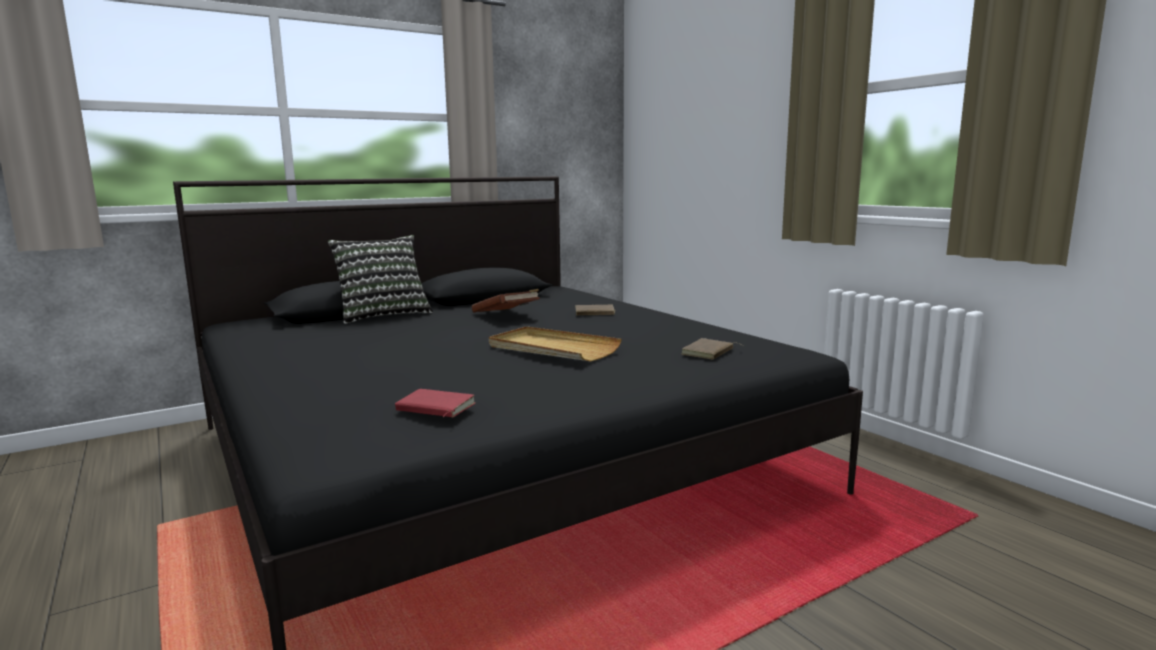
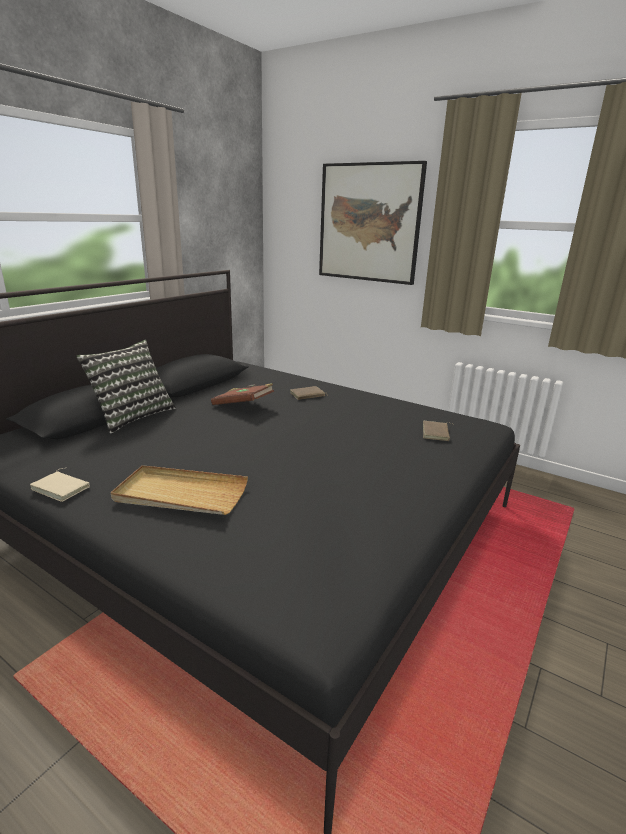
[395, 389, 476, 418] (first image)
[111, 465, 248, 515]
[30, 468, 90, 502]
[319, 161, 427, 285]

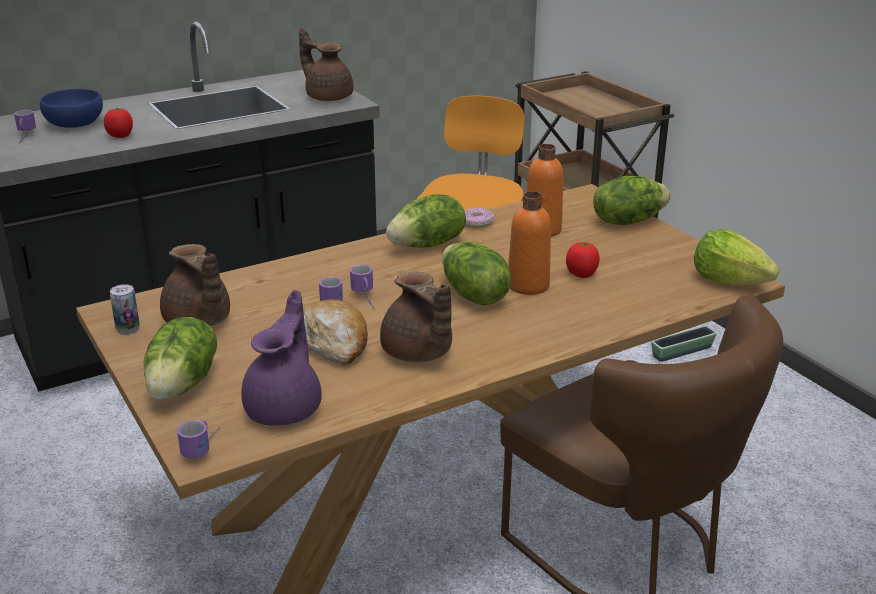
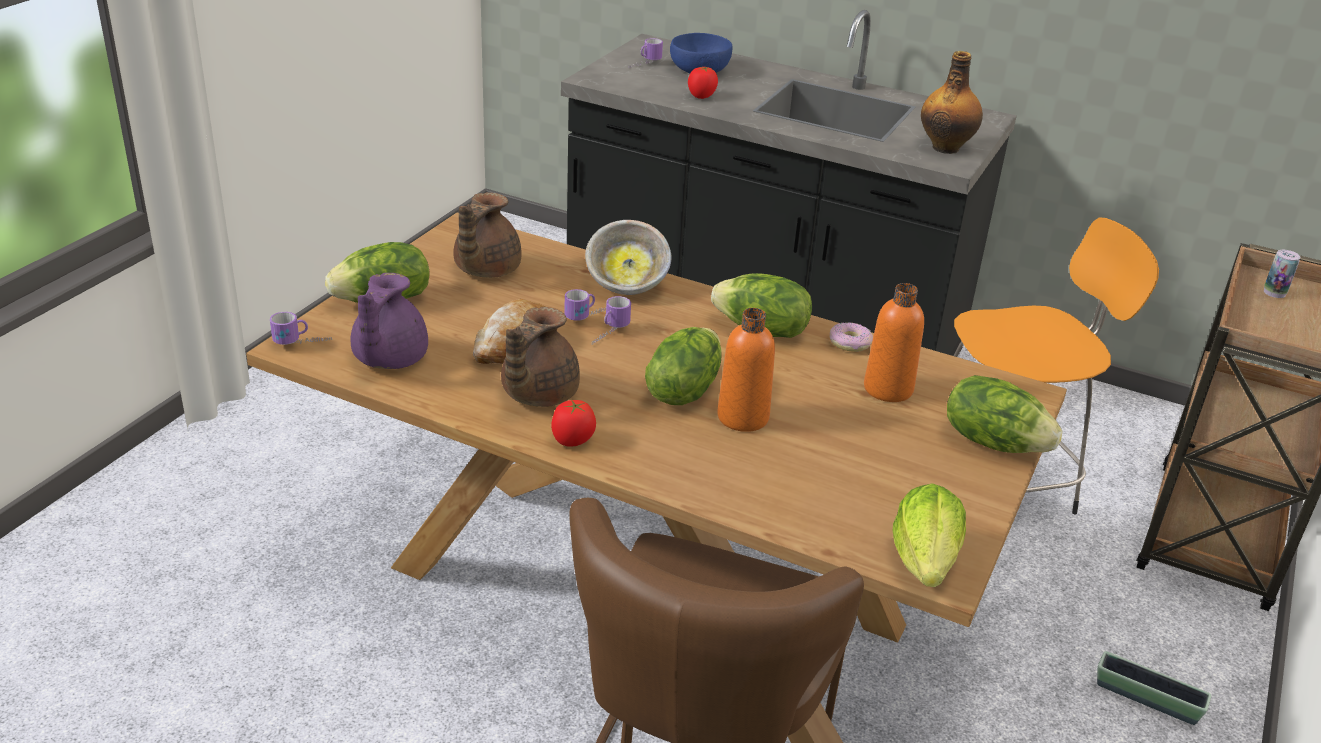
[1264, 250, 1300, 298]
[351, 273, 428, 369]
[921, 51, 983, 154]
[551, 400, 596, 447]
[585, 220, 672, 295]

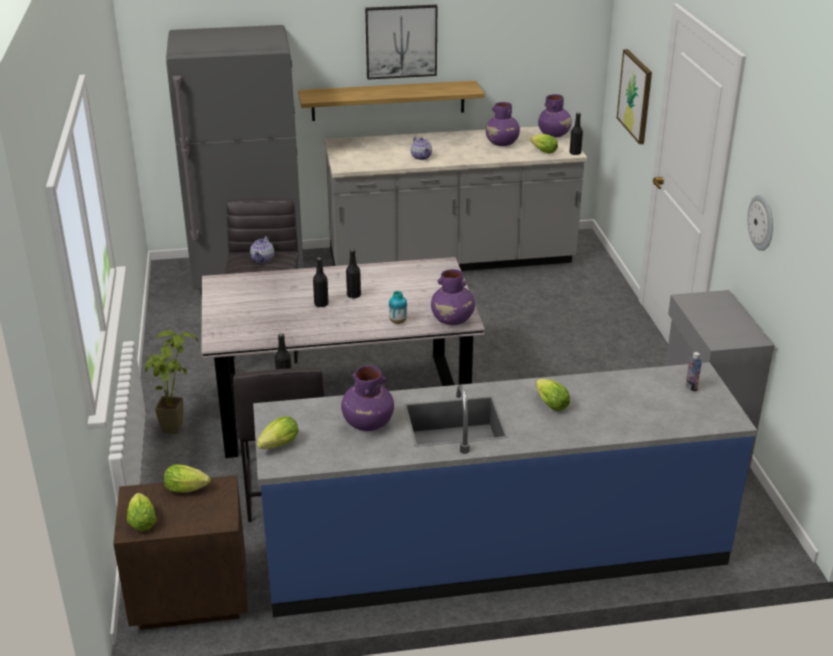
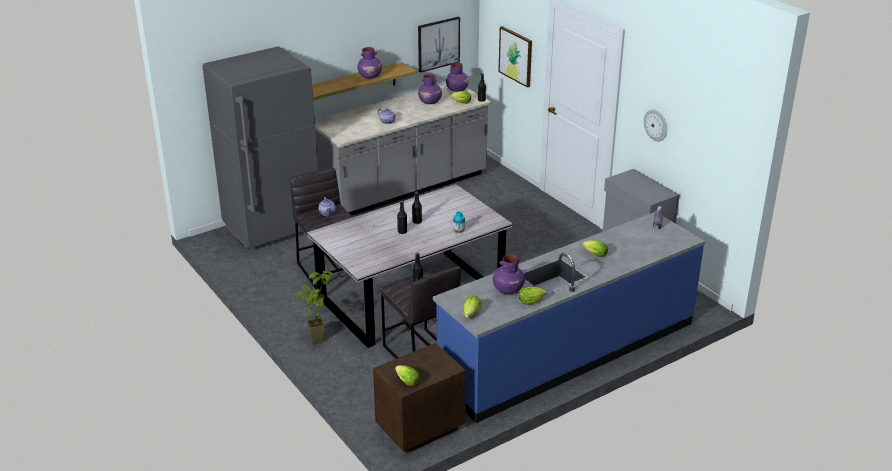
[519, 287, 546, 305]
[418, 17, 460, 73]
[357, 47, 382, 79]

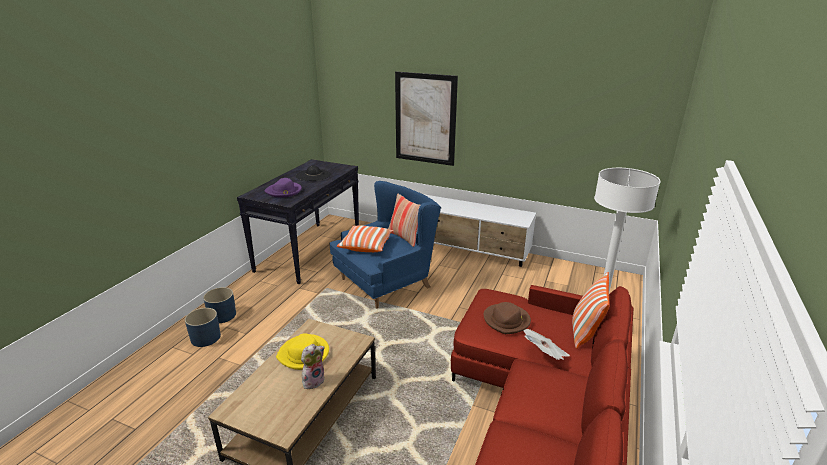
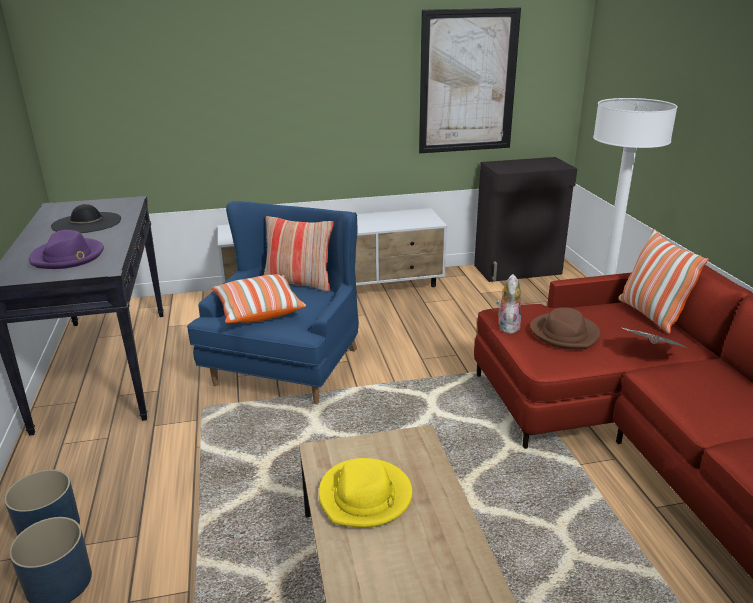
[496, 274, 521, 334]
[419, 8, 521, 153]
[474, 157, 577, 282]

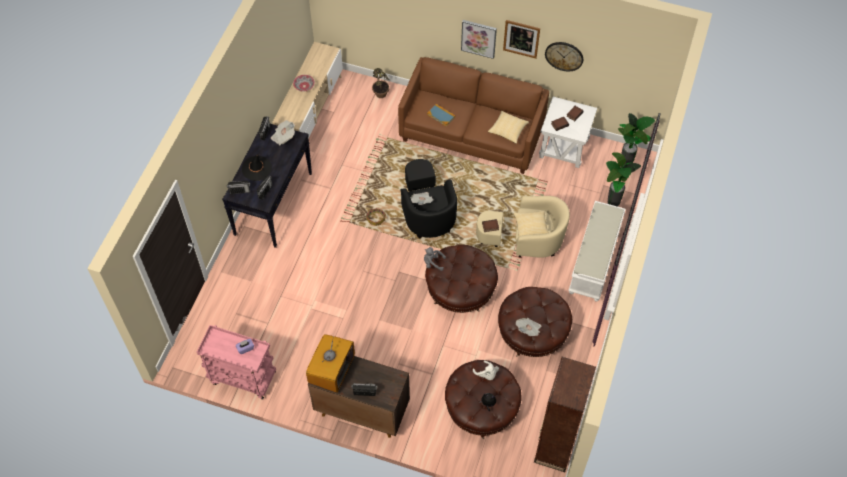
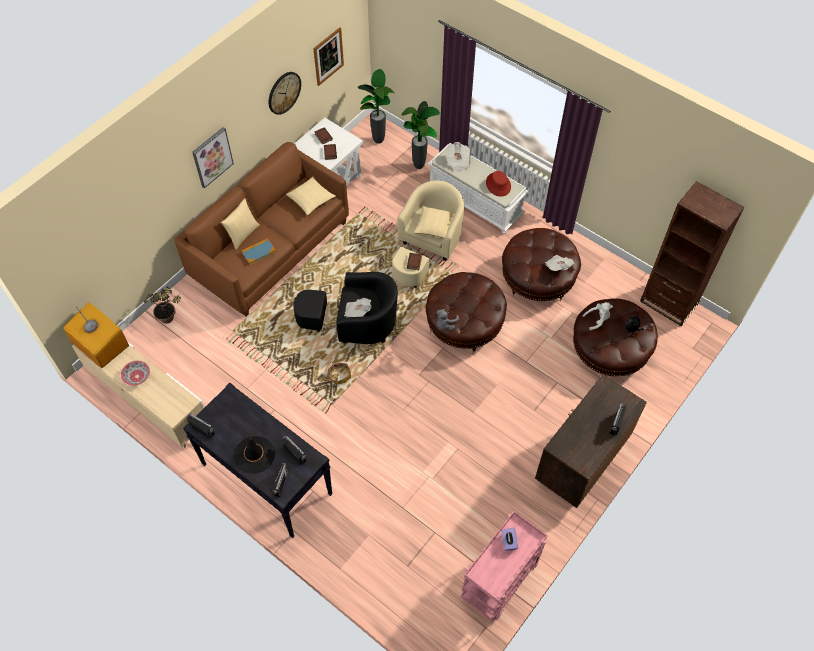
[446, 142, 471, 173]
[63, 302, 129, 368]
[313, 27, 344, 86]
[221, 198, 260, 250]
[486, 171, 511, 197]

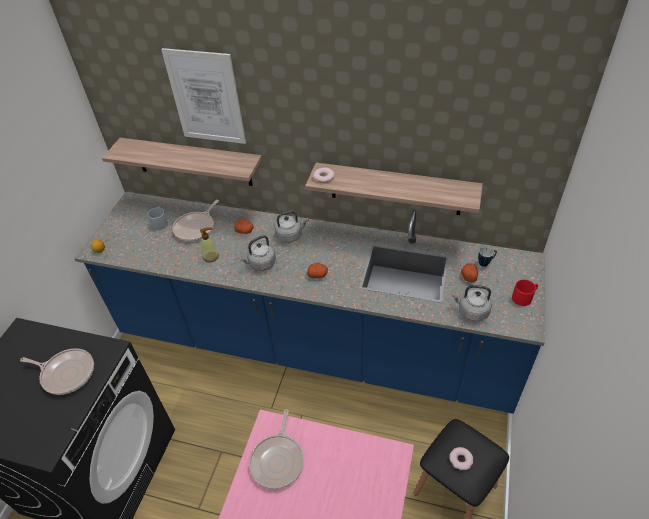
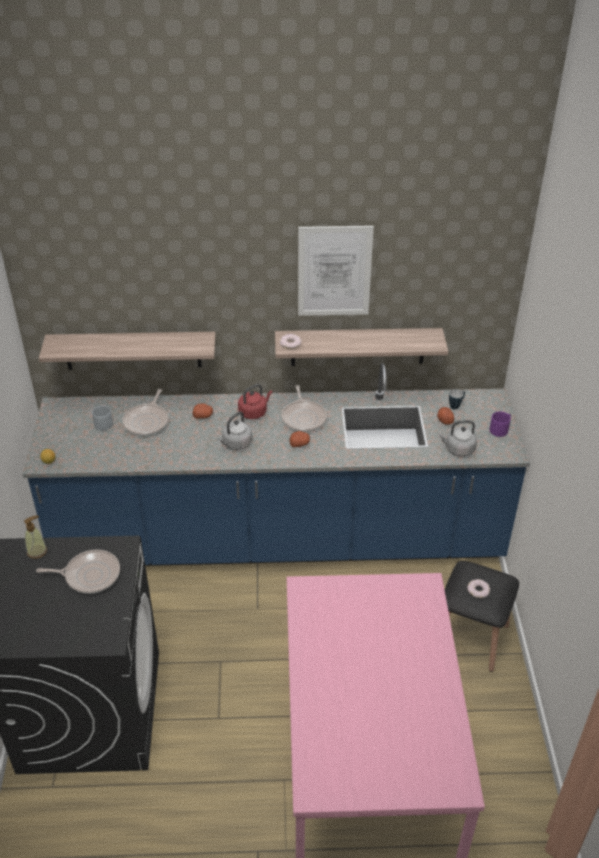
[298, 226, 374, 316]
[24, 516, 47, 559]
[282, 385, 327, 432]
[238, 384, 273, 419]
[490, 411, 511, 437]

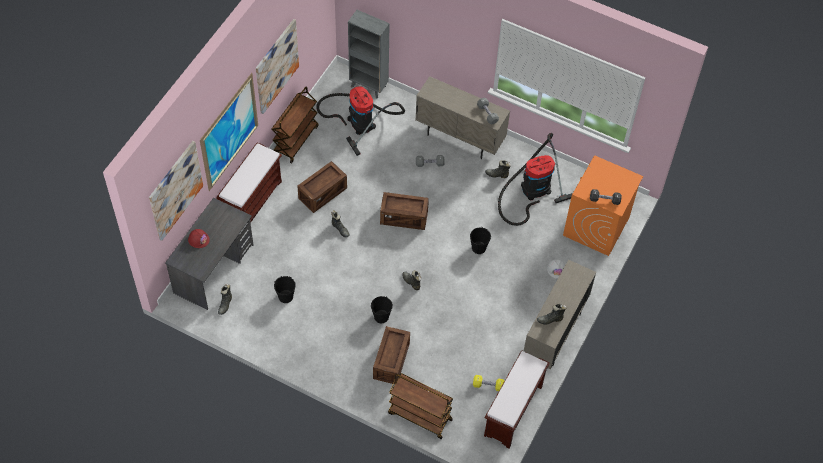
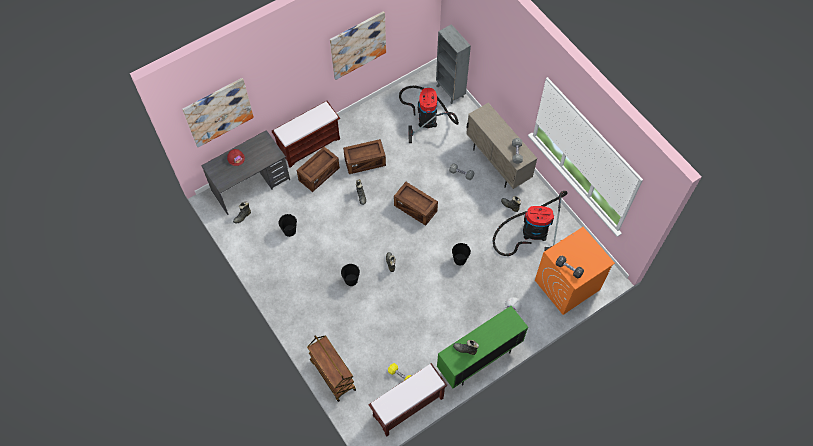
[200, 73, 258, 191] (first image)
[272, 87, 319, 163] (first image)
[296, 146, 340, 192]
[437, 306, 528, 388]

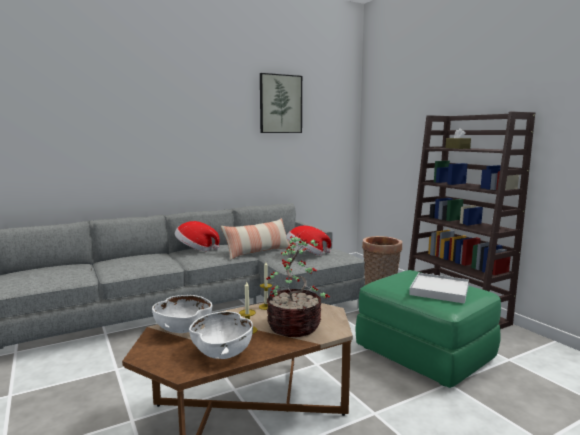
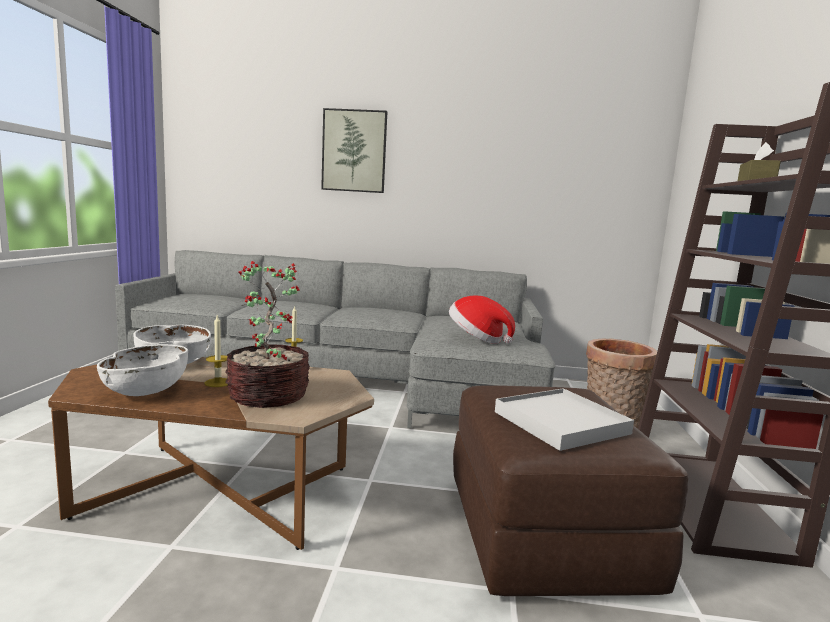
[175, 221, 220, 251] (first image)
[221, 218, 290, 260] (first image)
[321, 108, 387, 193]
[453, 385, 688, 596]

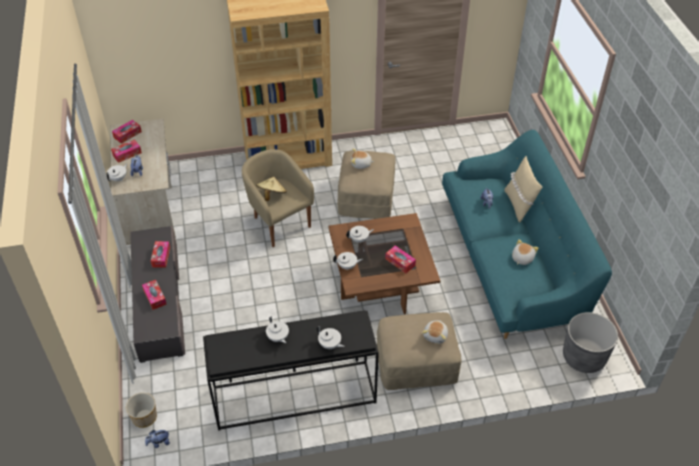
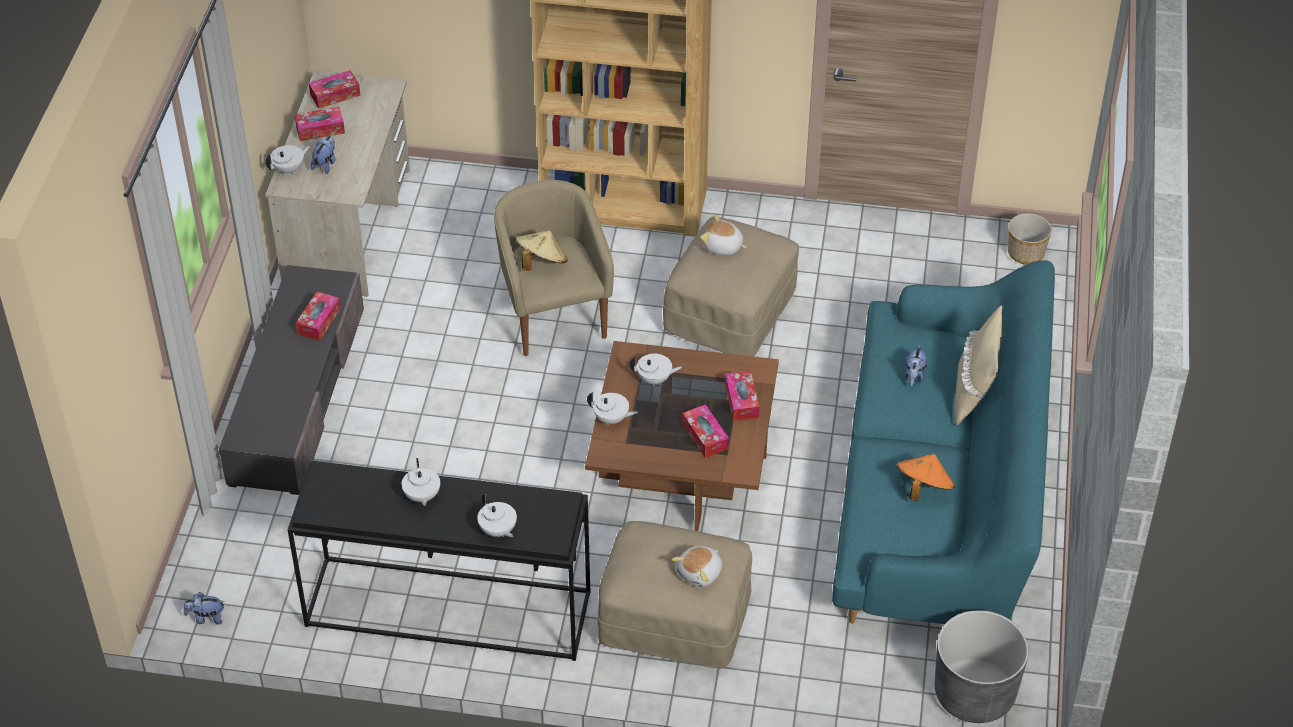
[1008, 213, 1052, 265]
[725, 371, 759, 421]
[897, 454, 955, 501]

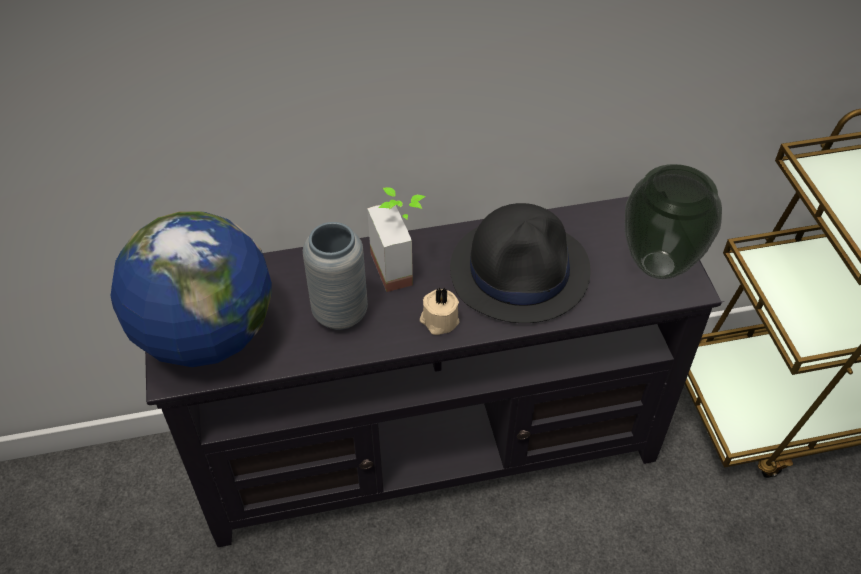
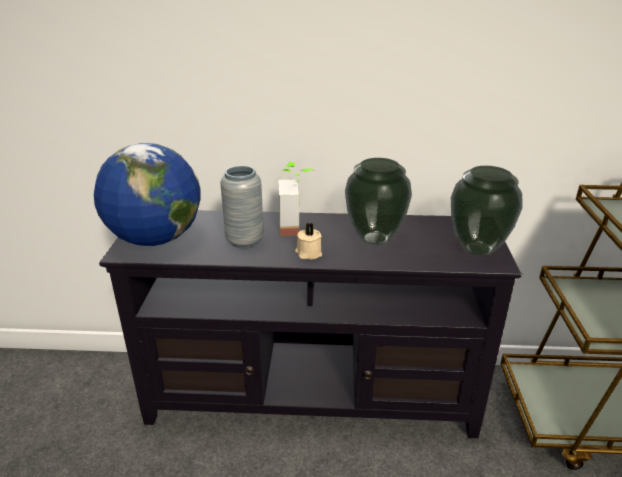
[345, 158, 412, 245]

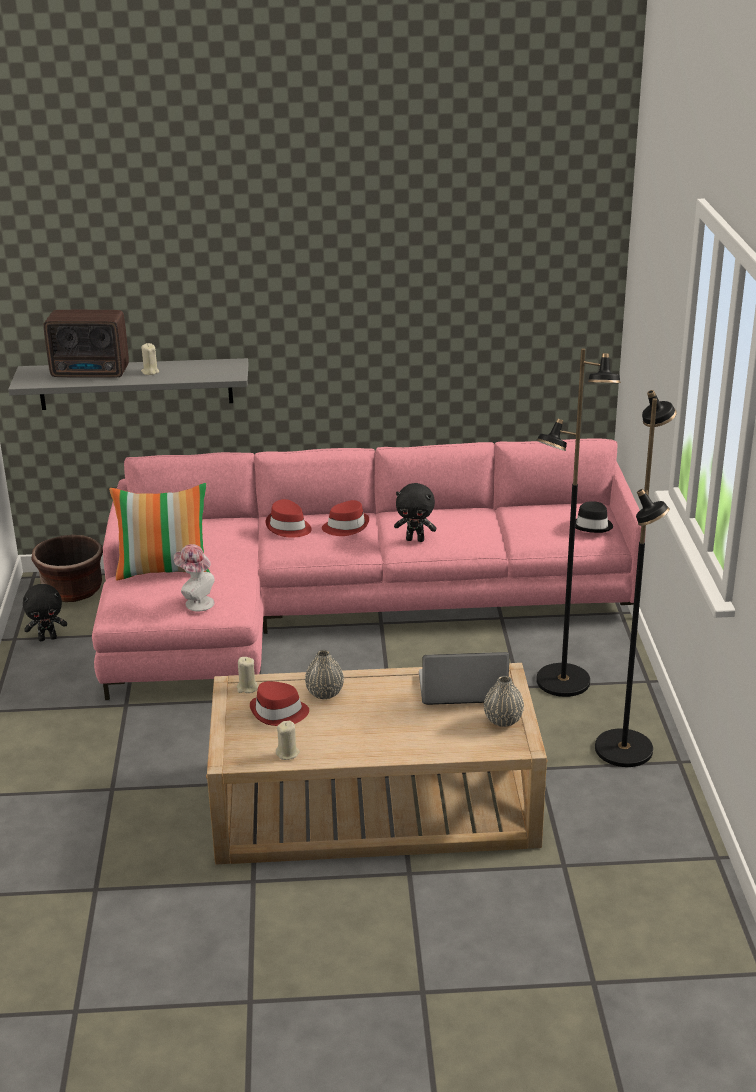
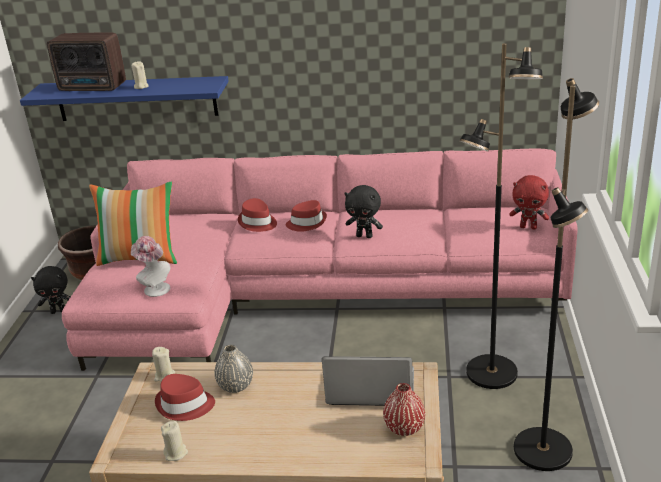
[20, 76, 229, 121]
[383, 383, 425, 436]
[509, 175, 549, 229]

